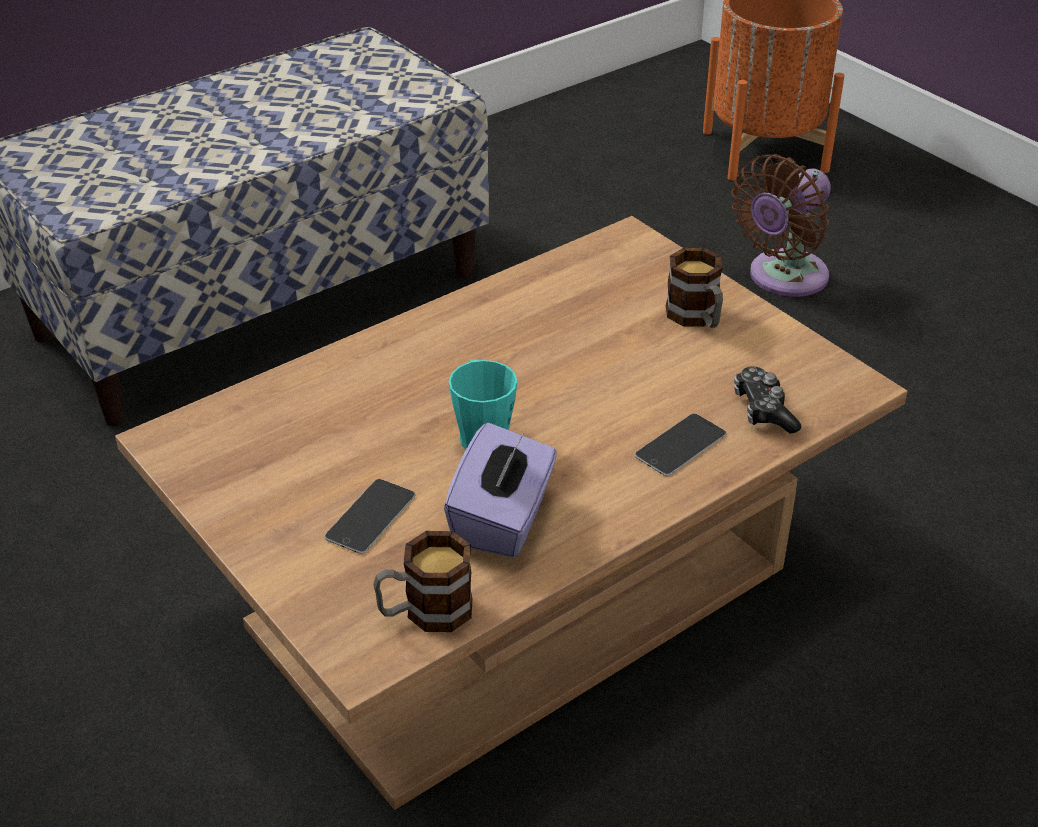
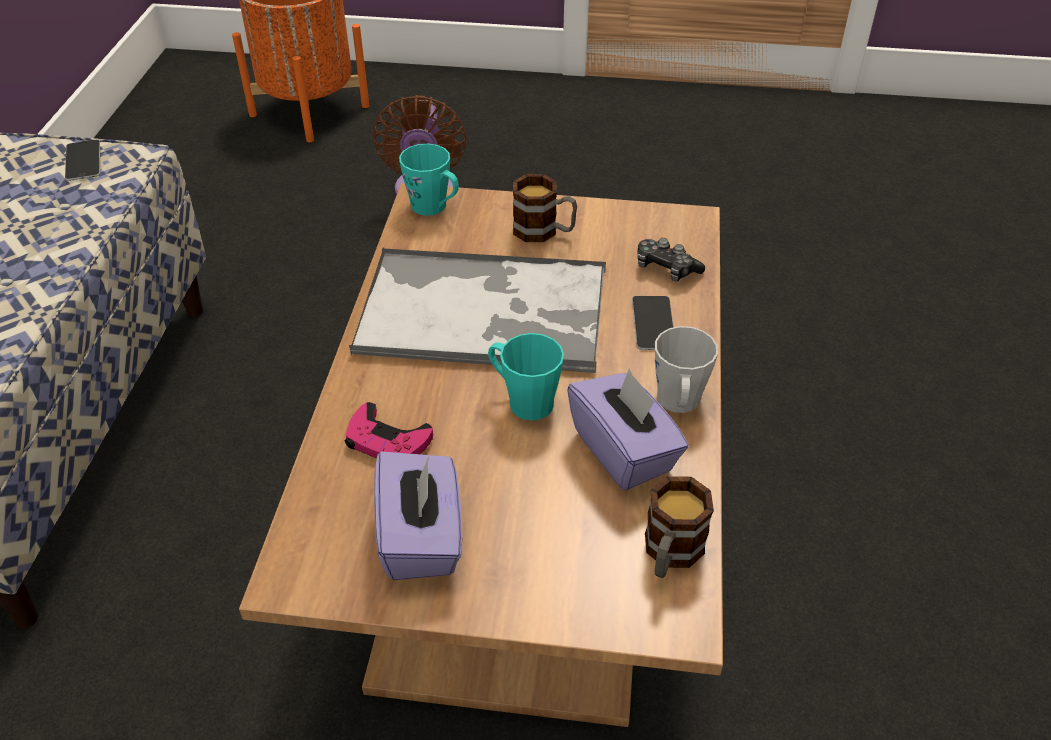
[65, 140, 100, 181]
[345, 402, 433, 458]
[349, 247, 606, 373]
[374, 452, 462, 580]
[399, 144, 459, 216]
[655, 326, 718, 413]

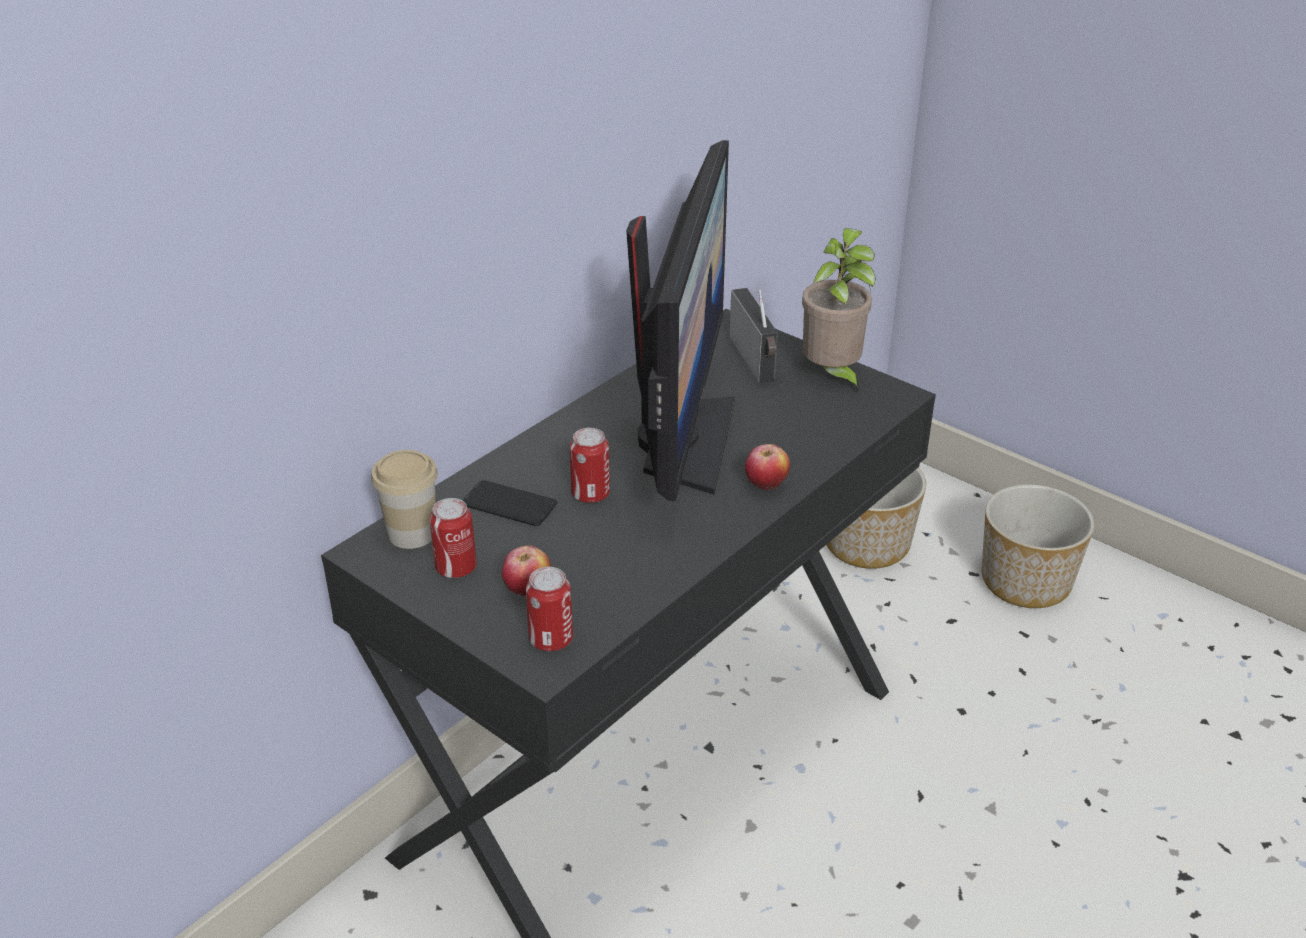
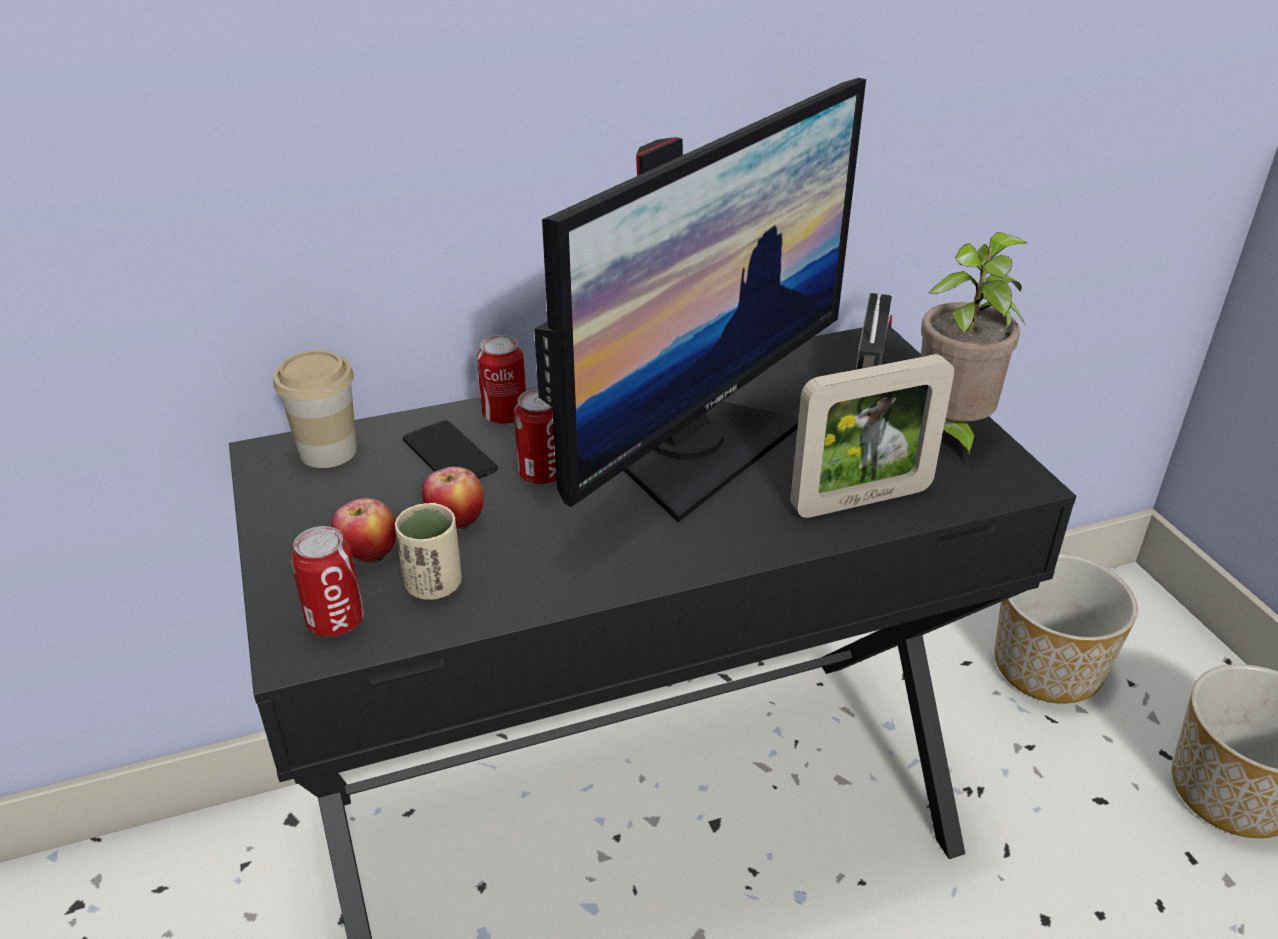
[477, 335, 526, 425]
[422, 467, 484, 530]
[395, 503, 462, 600]
[790, 354, 954, 518]

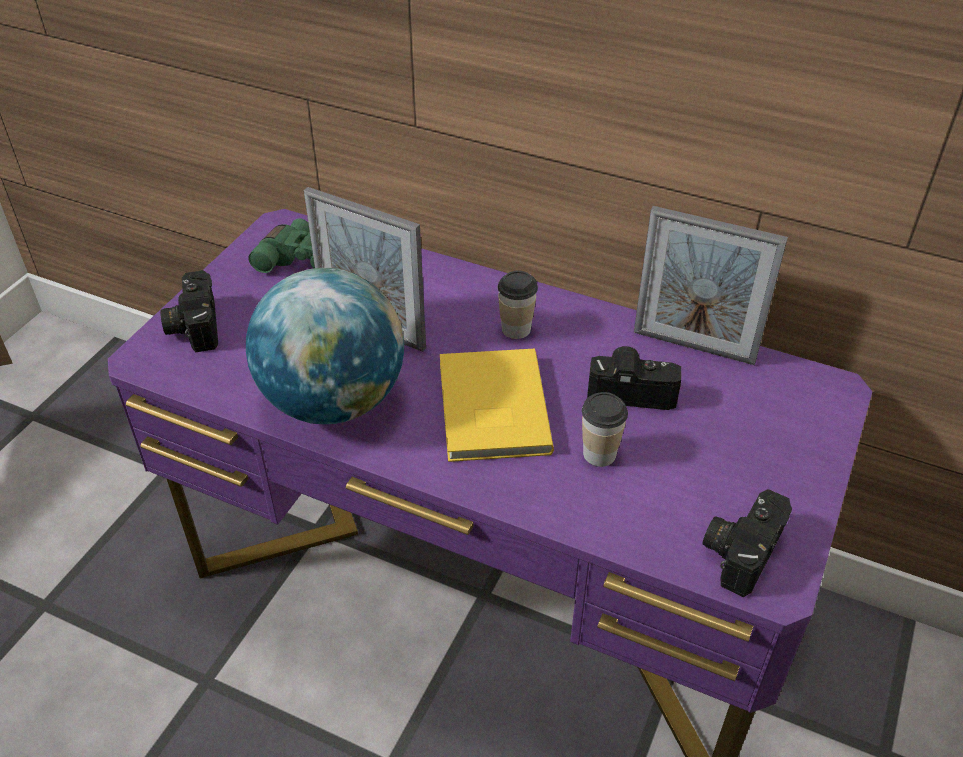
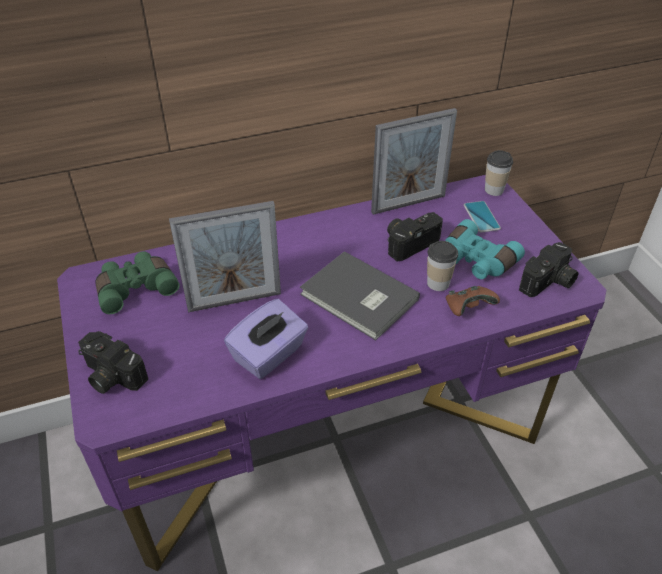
[224, 299, 308, 379]
[300, 251, 420, 340]
[485, 150, 513, 196]
[519, 242, 579, 297]
[445, 219, 525, 279]
[446, 286, 500, 316]
[464, 201, 501, 233]

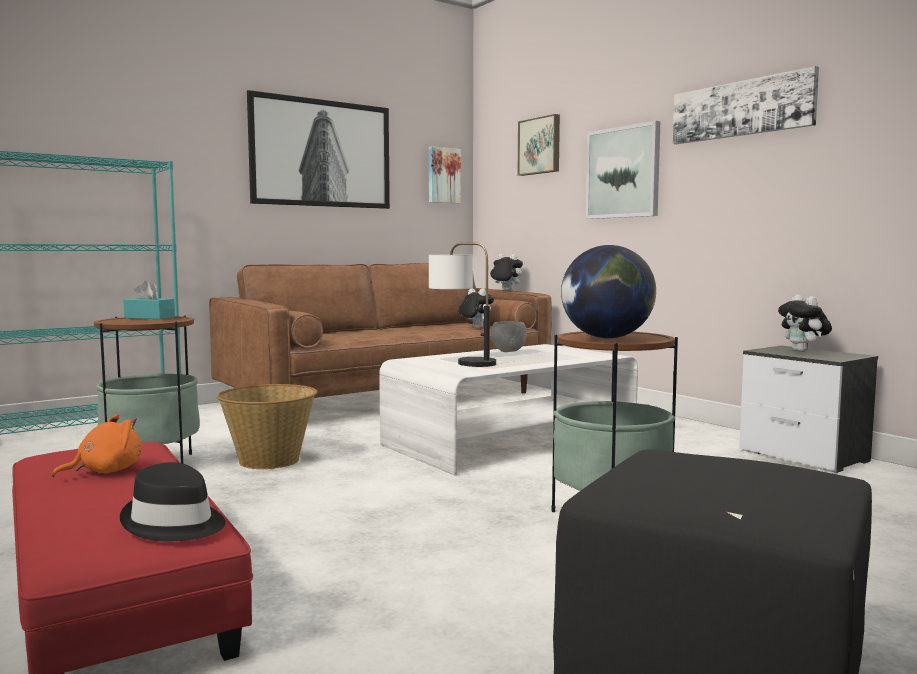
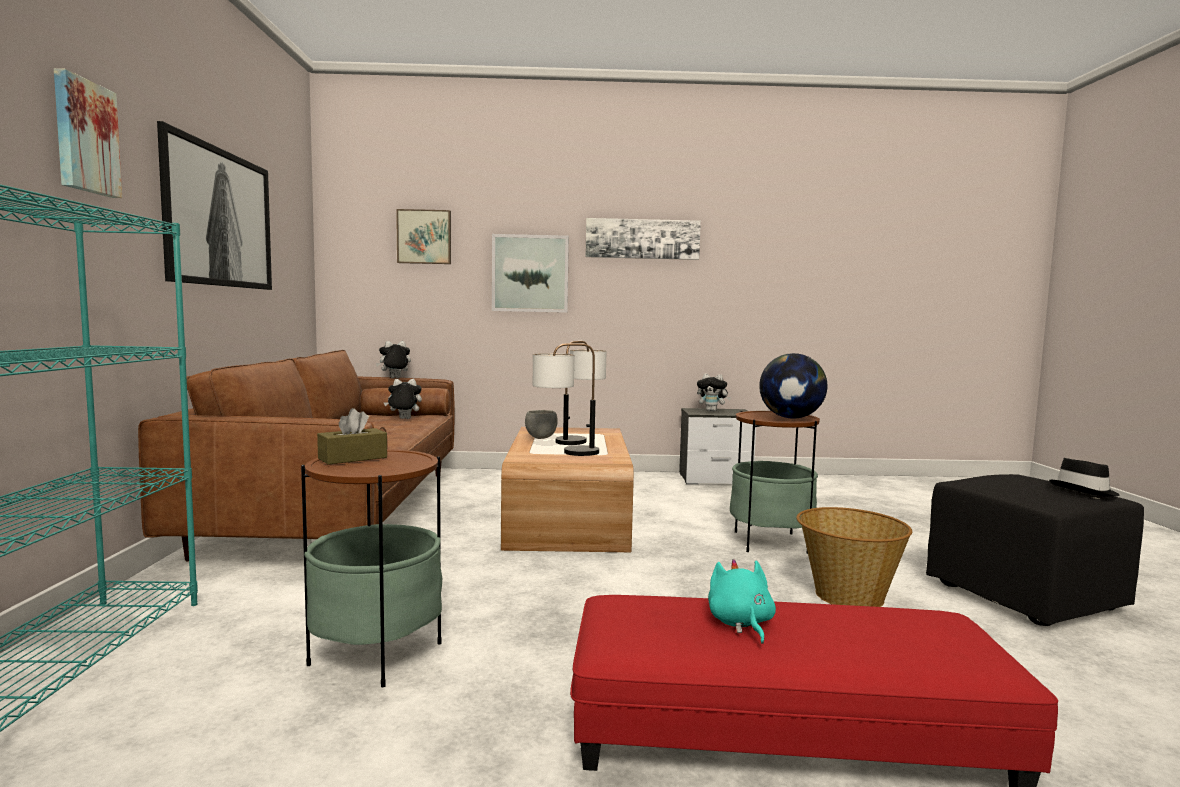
[708, 559, 776, 644]
[1049, 458, 1120, 496]
[317, 408, 387, 465]
[796, 507, 912, 607]
[501, 427, 634, 552]
[54, 68, 122, 198]
[556, 341, 606, 445]

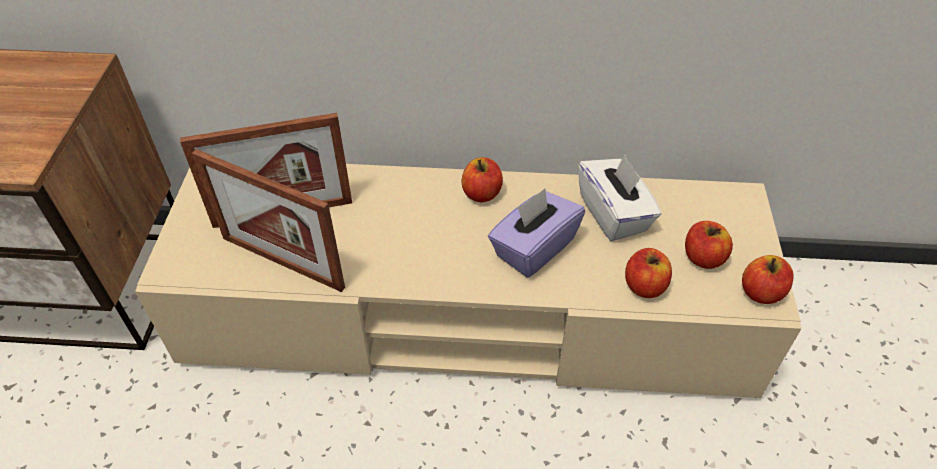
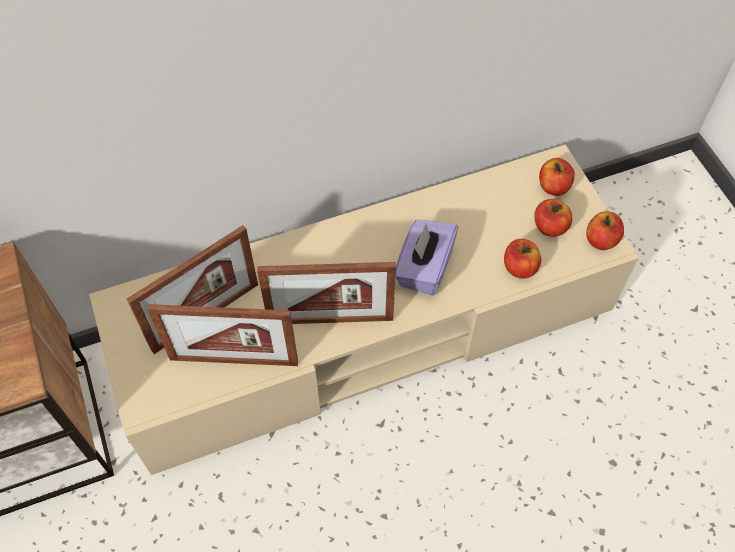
[539, 158, 575, 196]
[578, 154, 661, 241] (first image)
[257, 262, 396, 324]

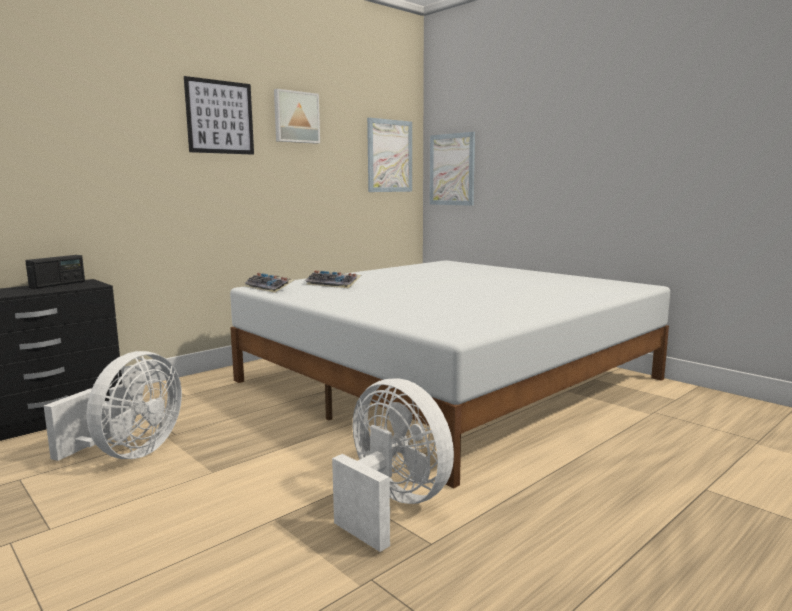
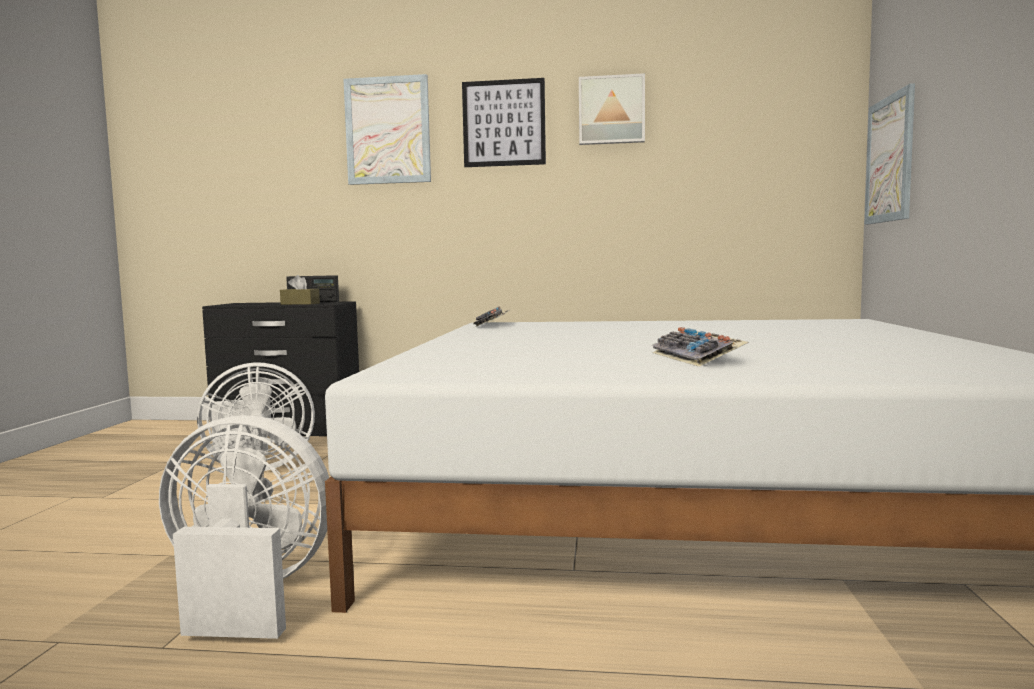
[652, 327, 748, 367]
[159, 415, 329, 639]
[343, 74, 431, 185]
[280, 275, 320, 305]

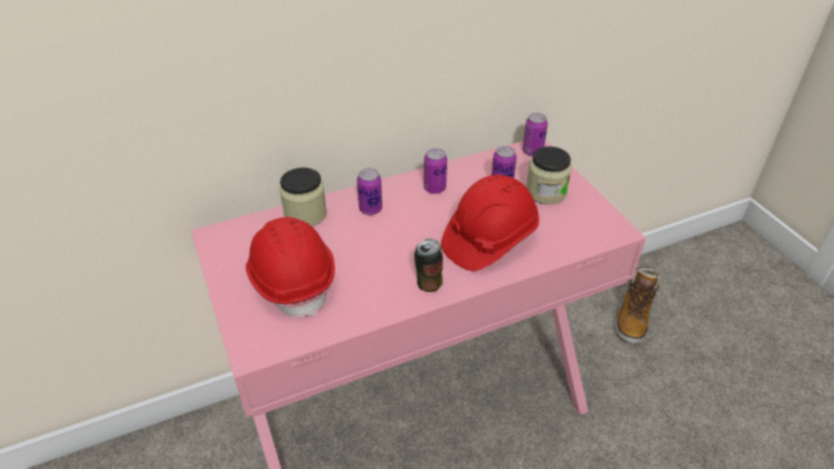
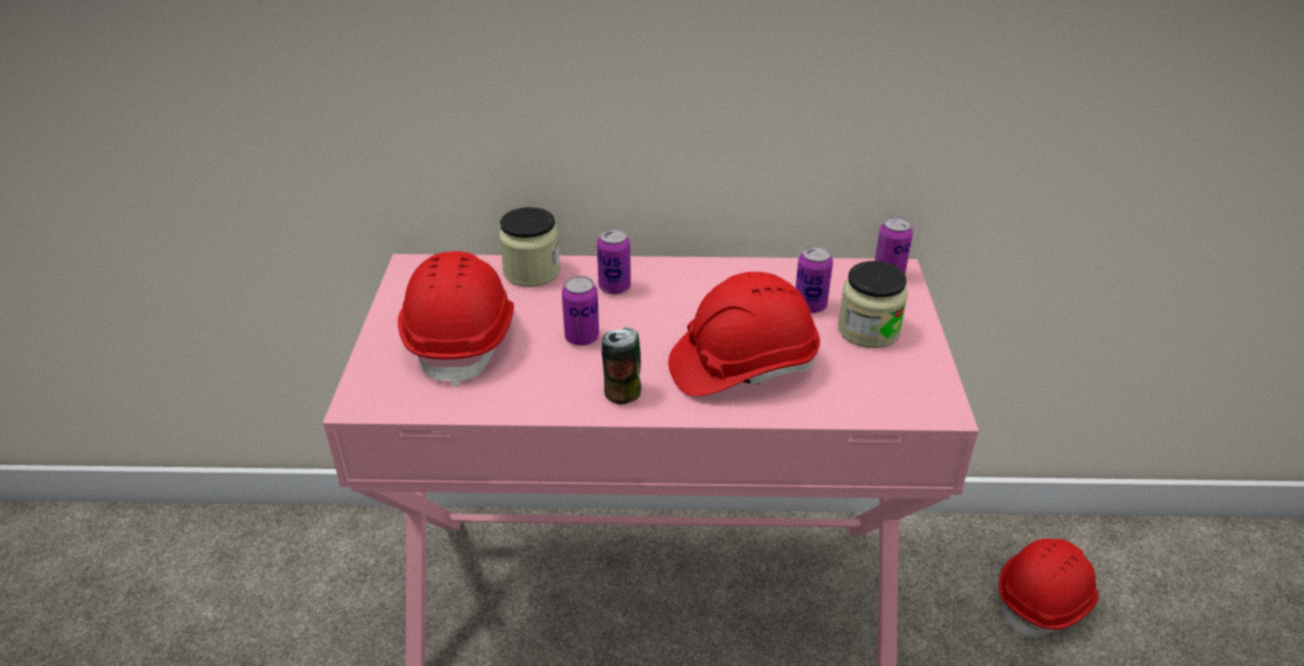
[562, 276, 599, 346]
[998, 539, 1099, 637]

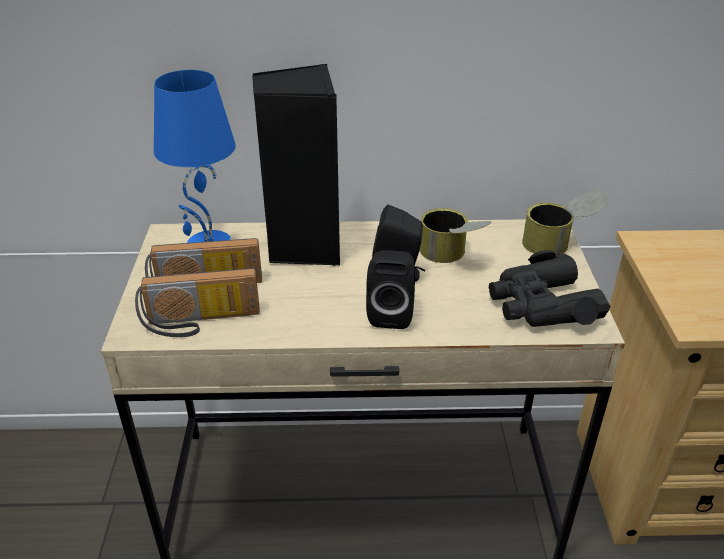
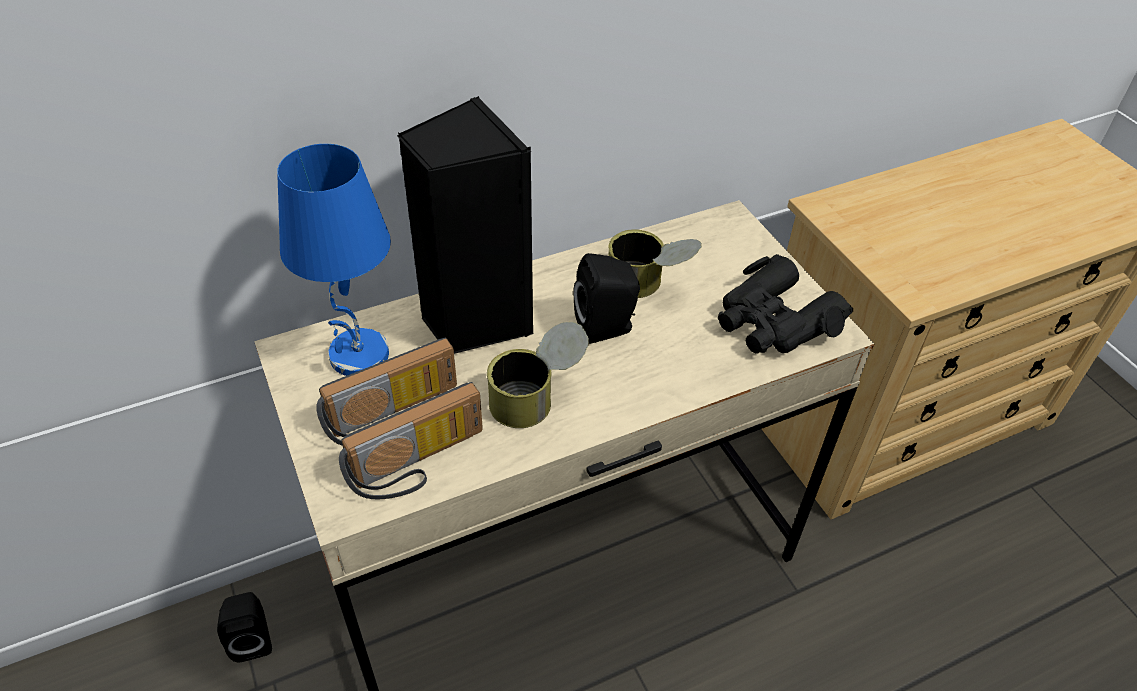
[217, 592, 272, 662]
[487, 322, 589, 428]

